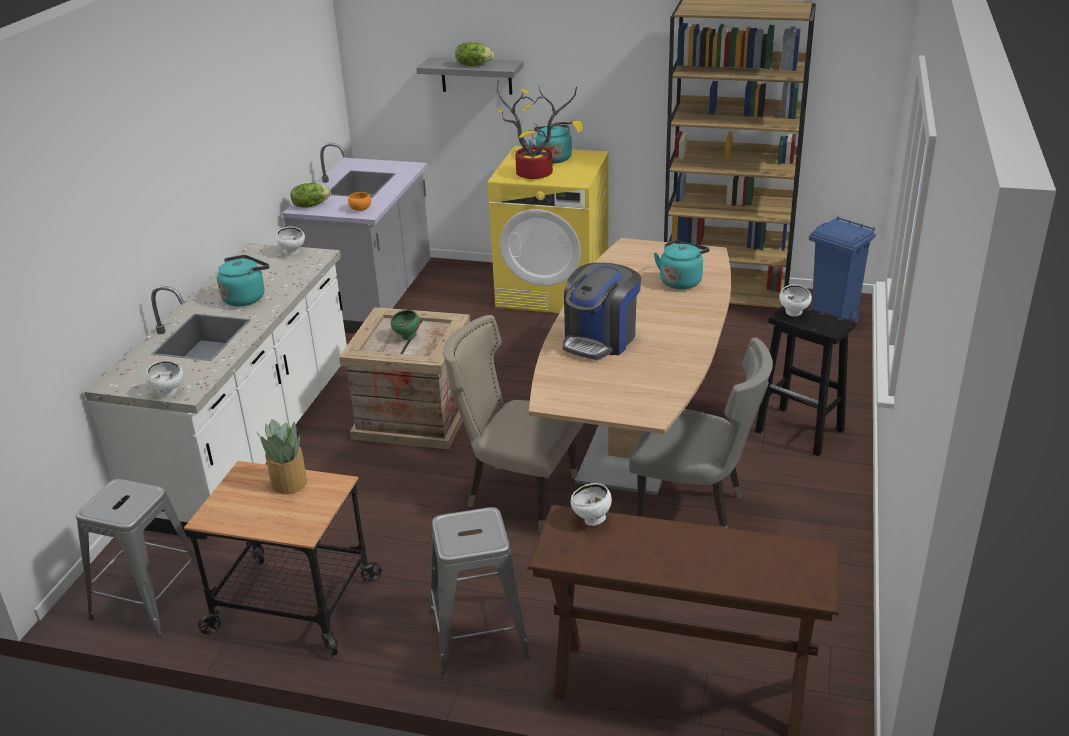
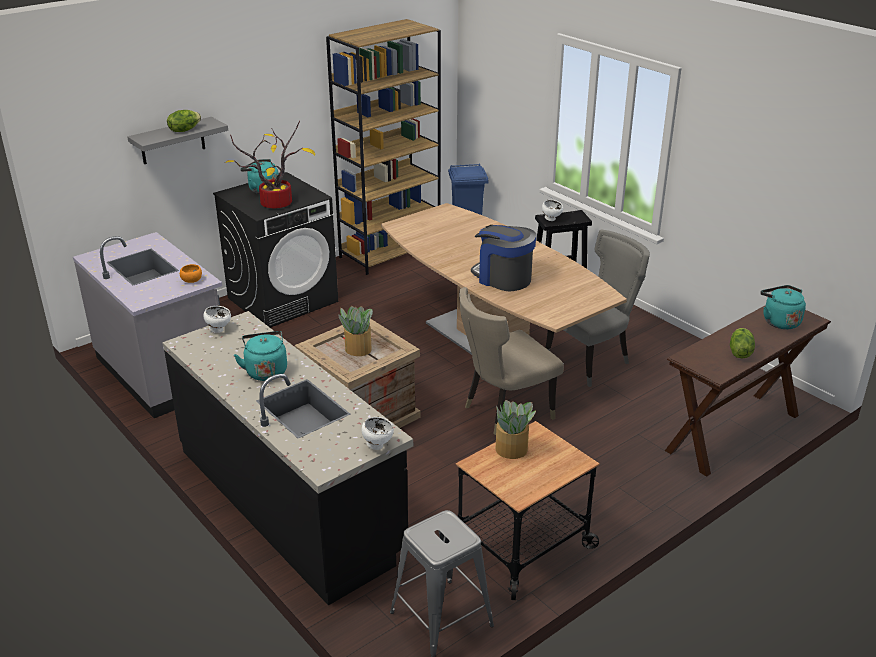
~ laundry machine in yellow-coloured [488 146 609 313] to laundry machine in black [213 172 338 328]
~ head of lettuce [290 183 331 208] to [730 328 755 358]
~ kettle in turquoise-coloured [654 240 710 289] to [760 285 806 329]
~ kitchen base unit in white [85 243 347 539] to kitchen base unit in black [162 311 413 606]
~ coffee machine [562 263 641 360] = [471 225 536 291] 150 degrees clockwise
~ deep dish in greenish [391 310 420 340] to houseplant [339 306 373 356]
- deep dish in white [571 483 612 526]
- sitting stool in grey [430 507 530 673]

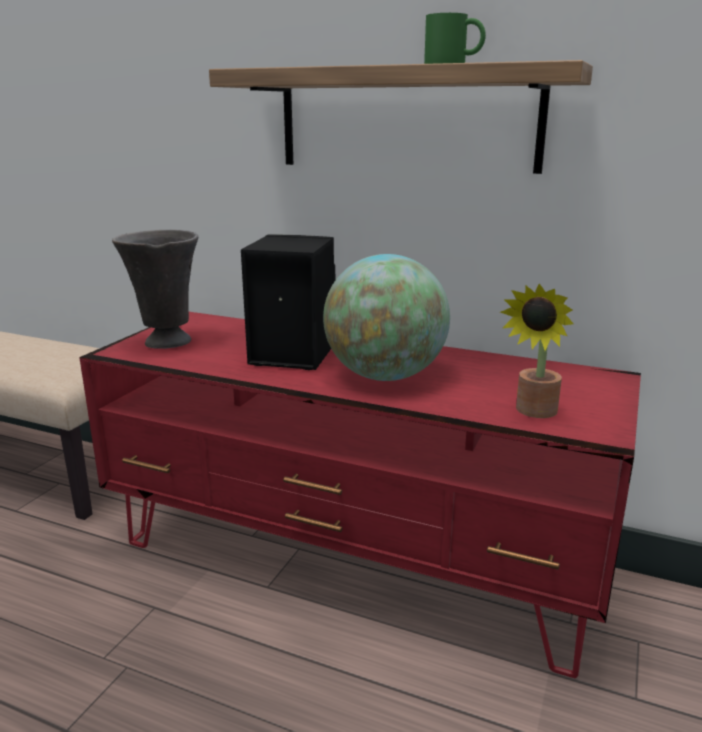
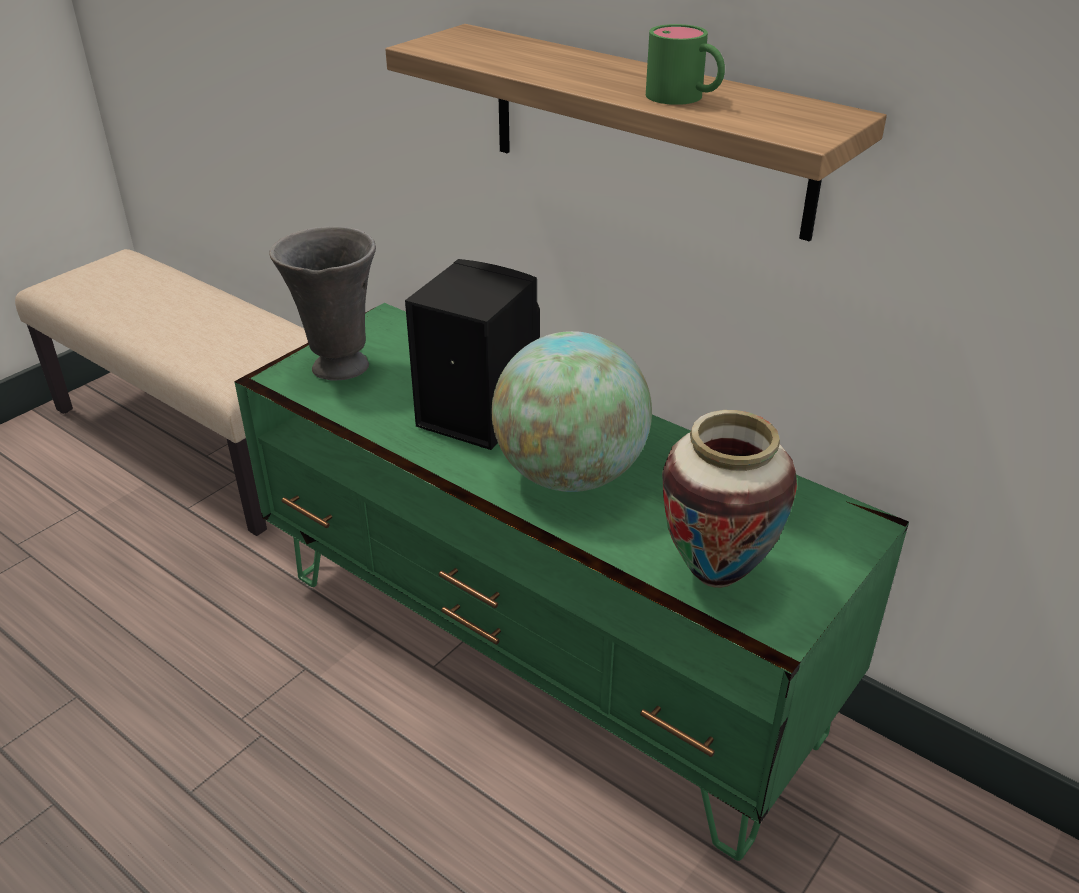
~ houseplant [500 284 573 418] to flower vase [662 410 797 588]
~ media console in reddish [79 312 641 678] to media console in greenish [234 303 909 861]

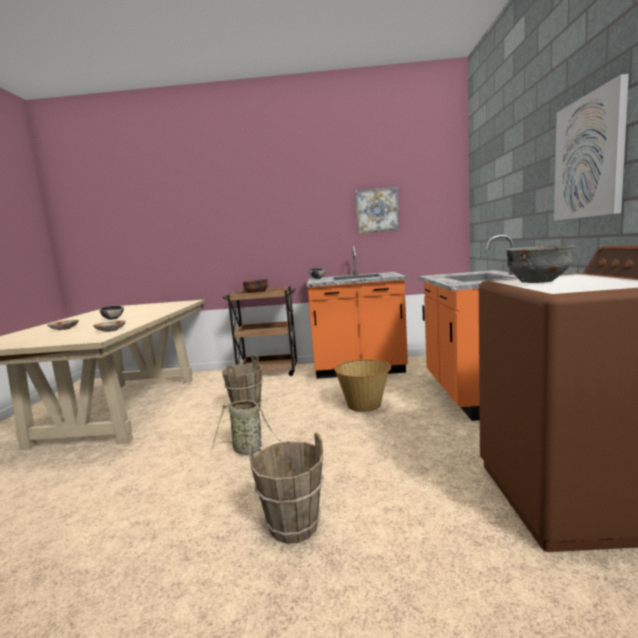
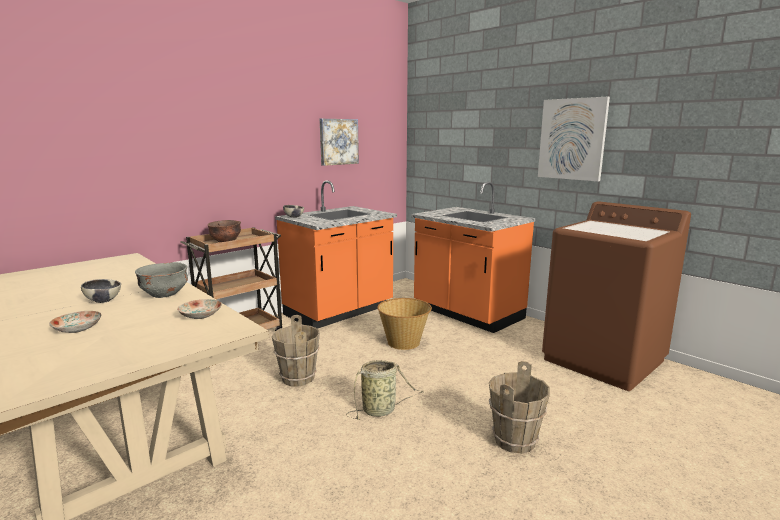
~ deep dish in grey [505 244 574 283] to [135 262 188 298]

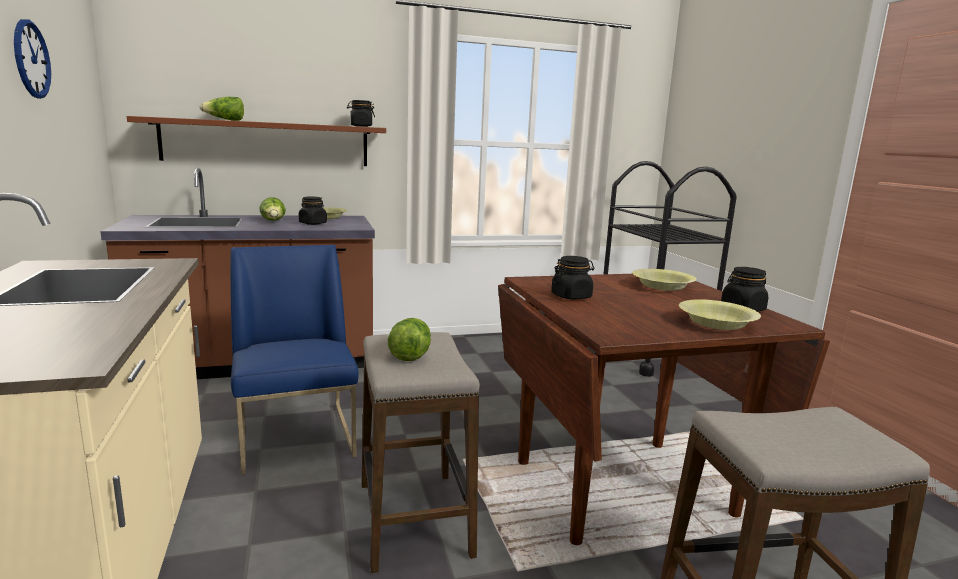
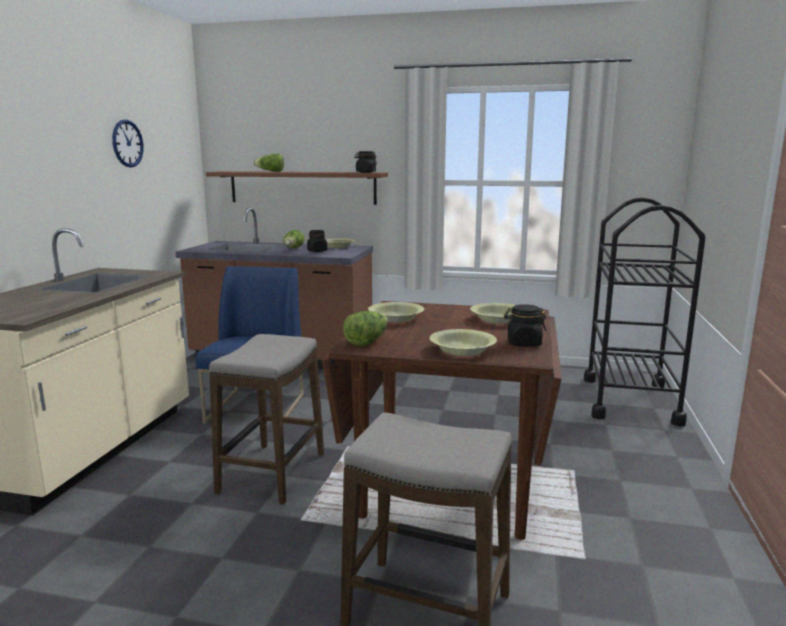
~ preserve jar in black [551 256 594 299] to deep dish in yellow-coloured [368 302 424 322]
~ head of lettuce [388 318 431 361] to [343 311 387 346]

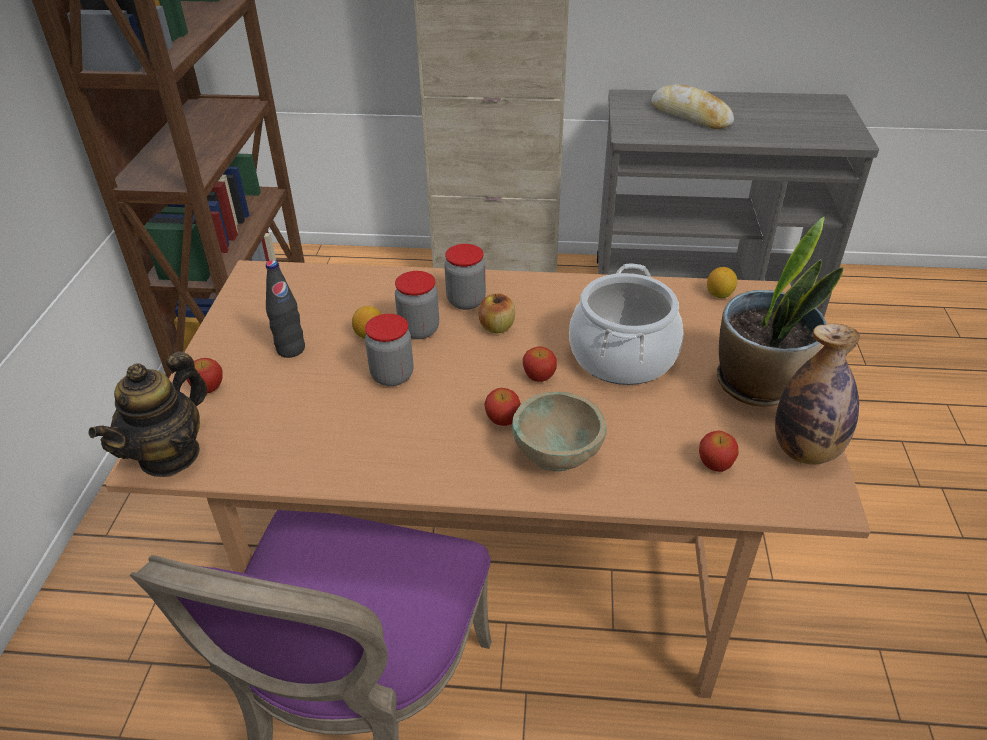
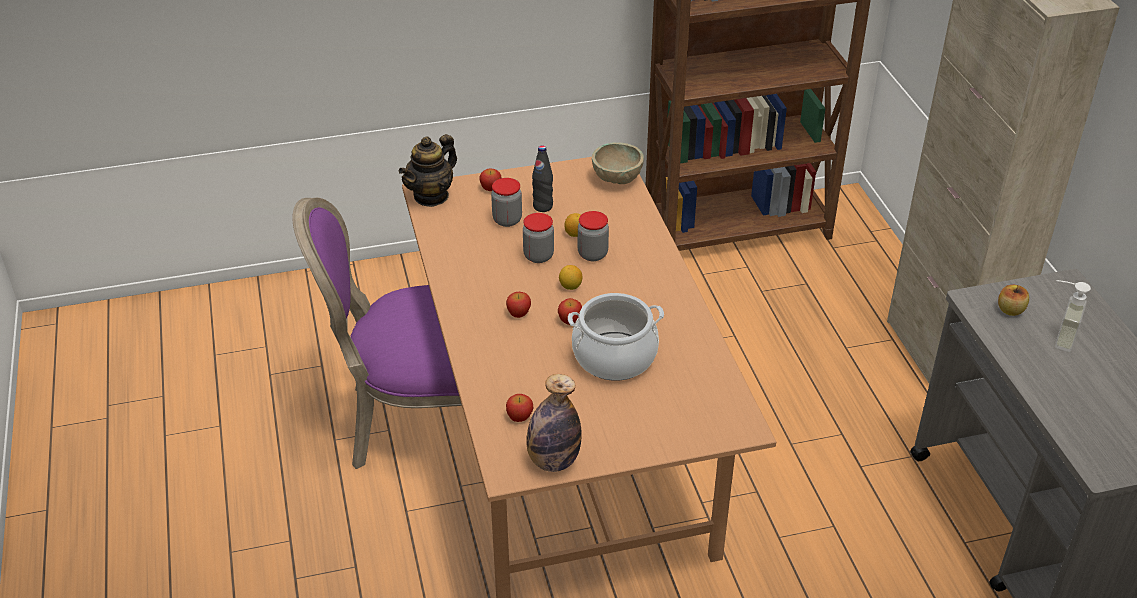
~ bread [652 84 734 129] to liquid soap bottle [1055 280 1091 352]
- houseplant [717 216 844 407]
~ preserve jar [444 244 486 310] to [491 178 522 227]
~ whole lemon [707 267 737 298] to [559 265 583 290]
~ apple [479 293 515 333] to [998 285 1029 316]
~ pot for tea [88 351 207 477] = [399 134 457 207] 60 degrees counterclockwise
~ deep dish in beige [512 392 607 471] to [592 142 644 184]

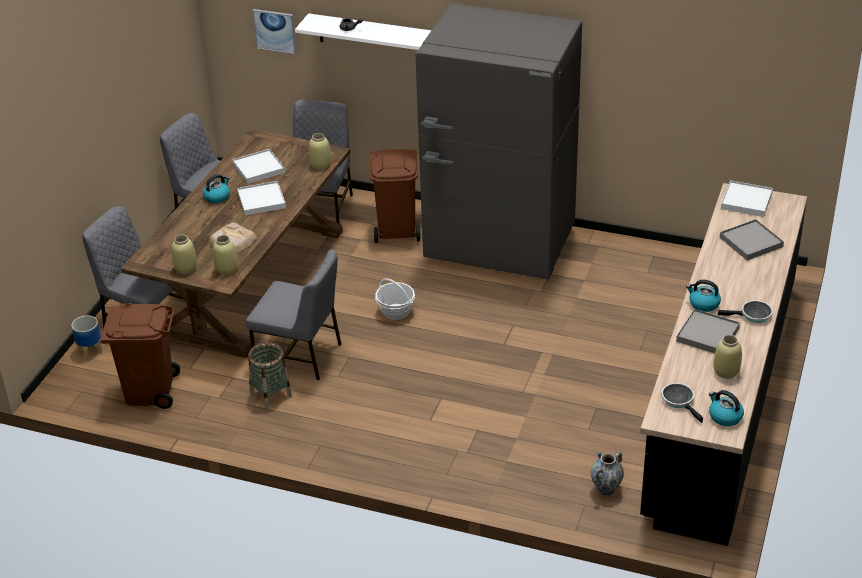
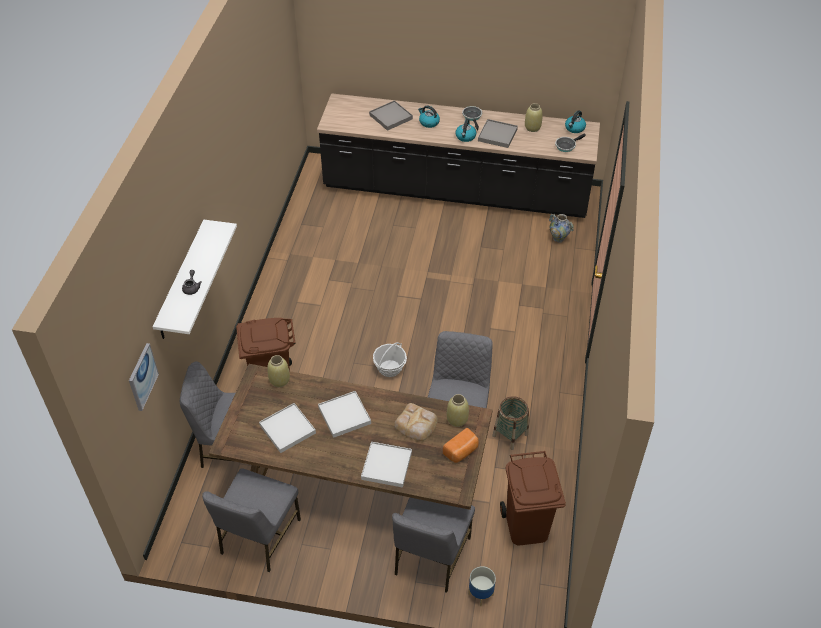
- fridge in grey [416 4 582 280]
~ kettle [203 174 230 203] to [418 105 440 128]
~ serving tray in white [721 180 773 217] to [361 442 412 488]
~ flower vase in beige [171 235 197 274] to bread [443 428 479 463]

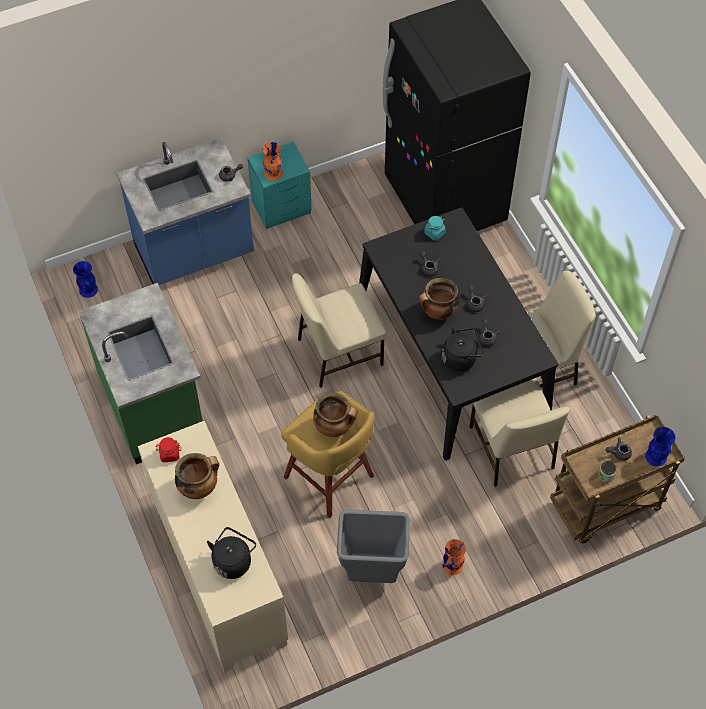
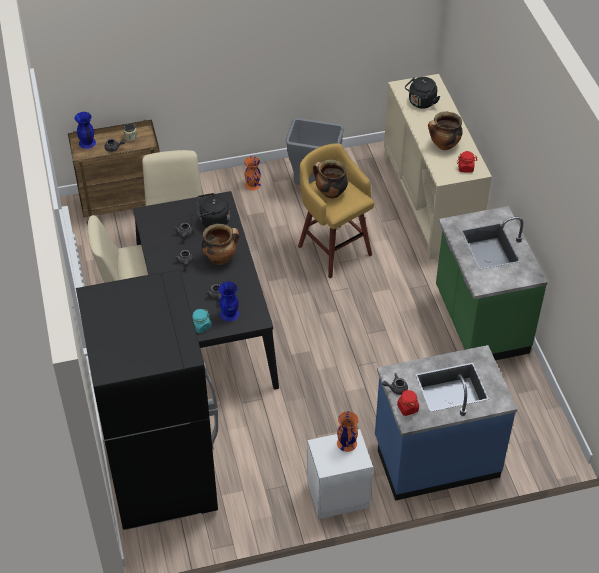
~ nightstand in turquoise-coloured [247 142 312 229] to nightstand in white [307 429 373 519]
~ flower vase in blue-coloured [73 261 98 298] to [218 282 239 321]
- upright chair in beige [292 273 386 388]
+ preserve jar in reddish [397 389 419 416]

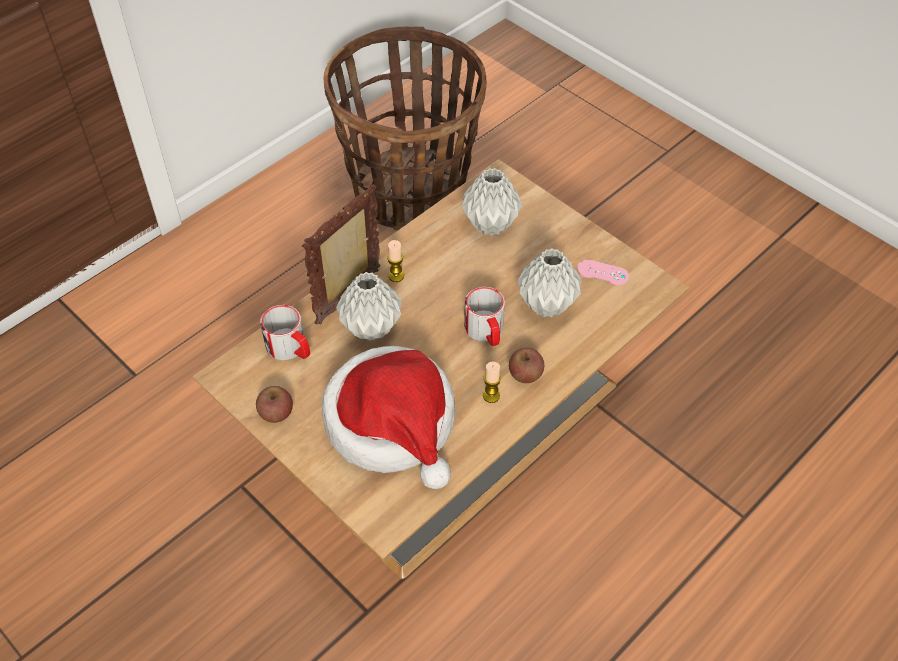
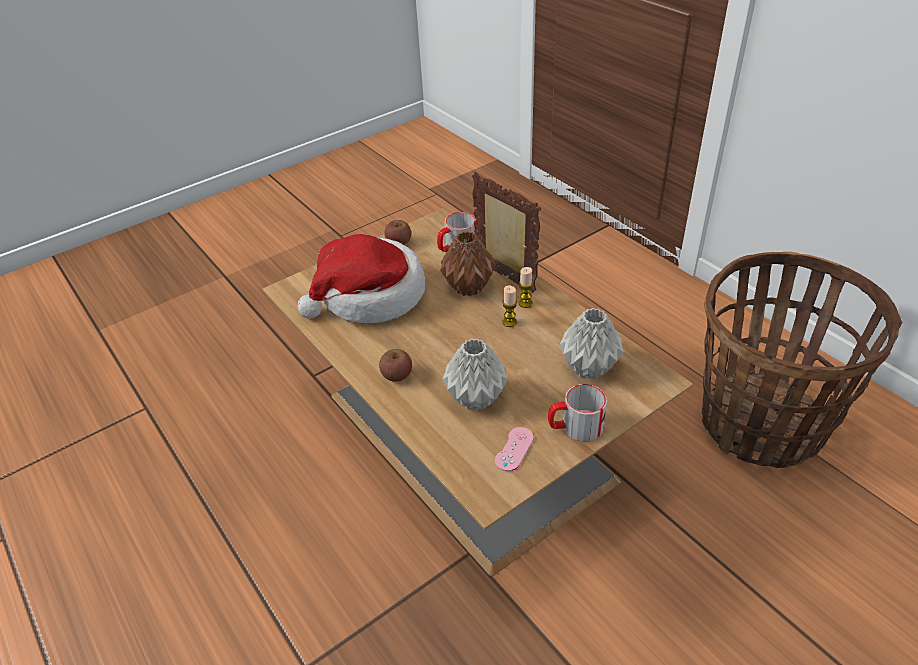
~ flower vase in grey [336 272 402 342] to flower vase in brownish [440 231 496 296]
~ tea mug [464 287 505 346] to [548 384 607 441]
~ candle [483 361 501 403] to [502 286 517 327]

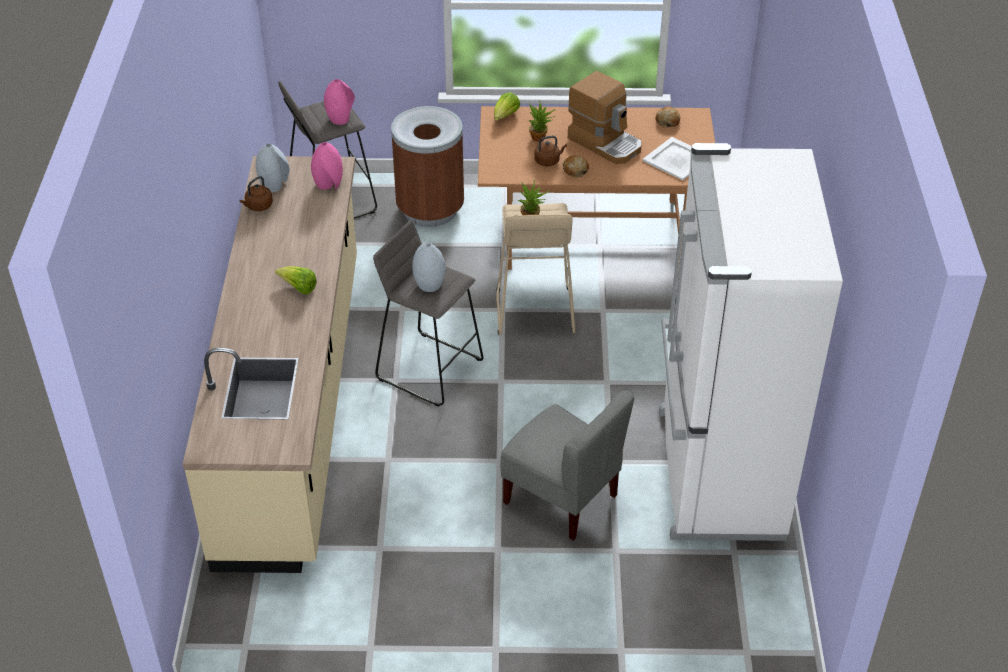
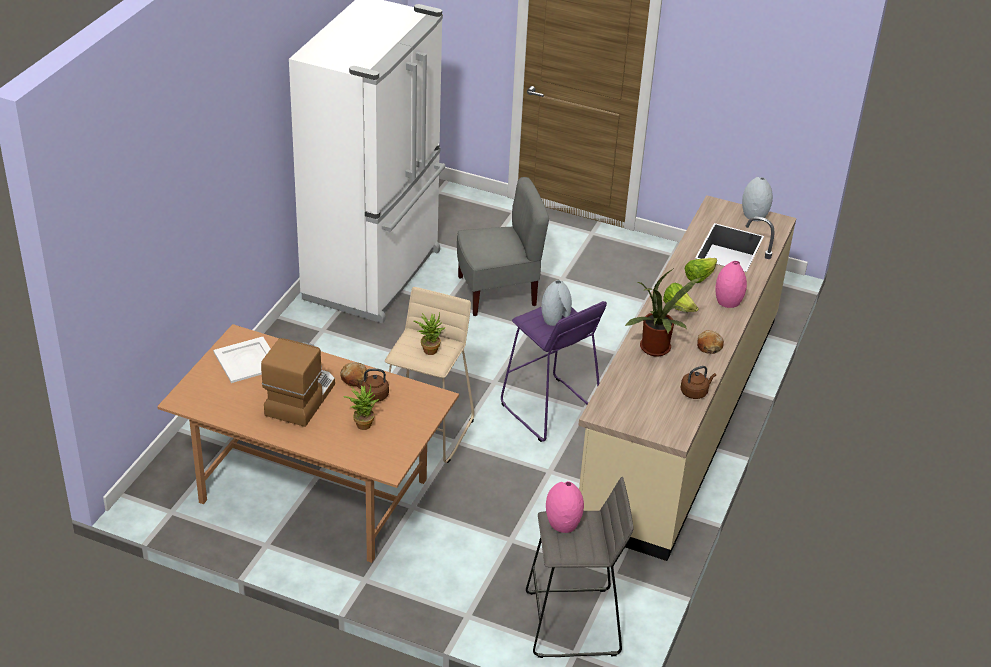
~ coffee machine [568 71 642 164] = [261 338 335 427] 45 degrees clockwise
~ head of lettuce [494 92 520 121] to [685 258 717 283]
- trash can in brownish [391 106 464 227]
~ bread [656 106 680 128] to [697 330 724 354]
~ flower vase in pink-coloured [311 142 343 190] to [715 261 747 308]
~ flower vase in grey [256 143 290 192] to [742 177 773 221]
~ sitting stool in grey [373 220 484 407] to sitting stool in purple-coloured [501 301 607 442]
~ upright chair in grey [500 390 634 540] = [457 177 549 316] 105 degrees clockwise
+ houseplant [624 268 702 356]

